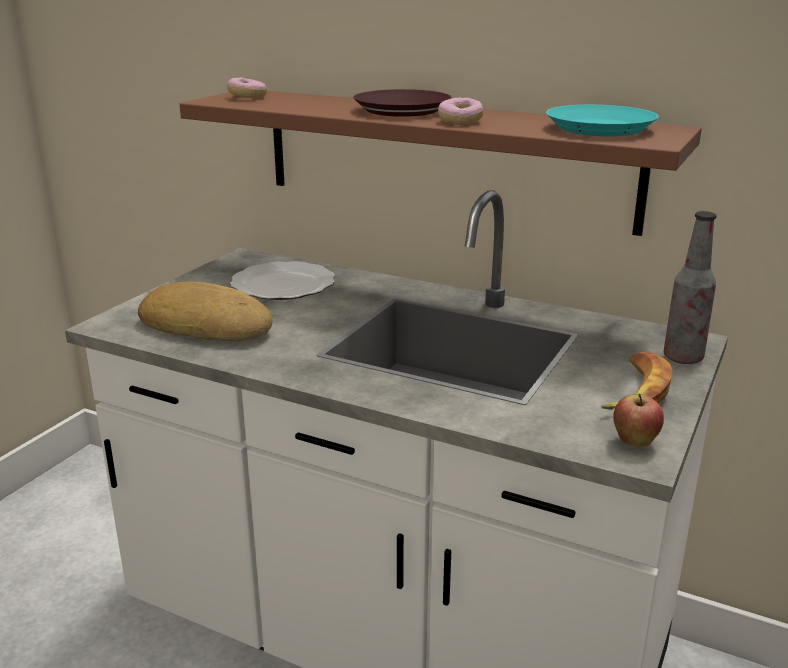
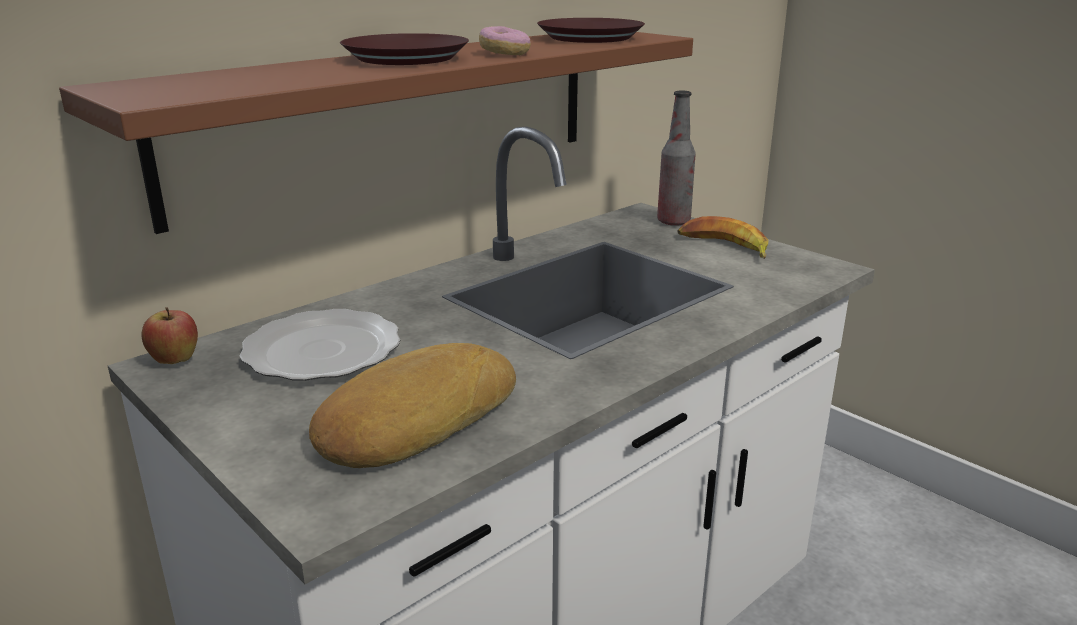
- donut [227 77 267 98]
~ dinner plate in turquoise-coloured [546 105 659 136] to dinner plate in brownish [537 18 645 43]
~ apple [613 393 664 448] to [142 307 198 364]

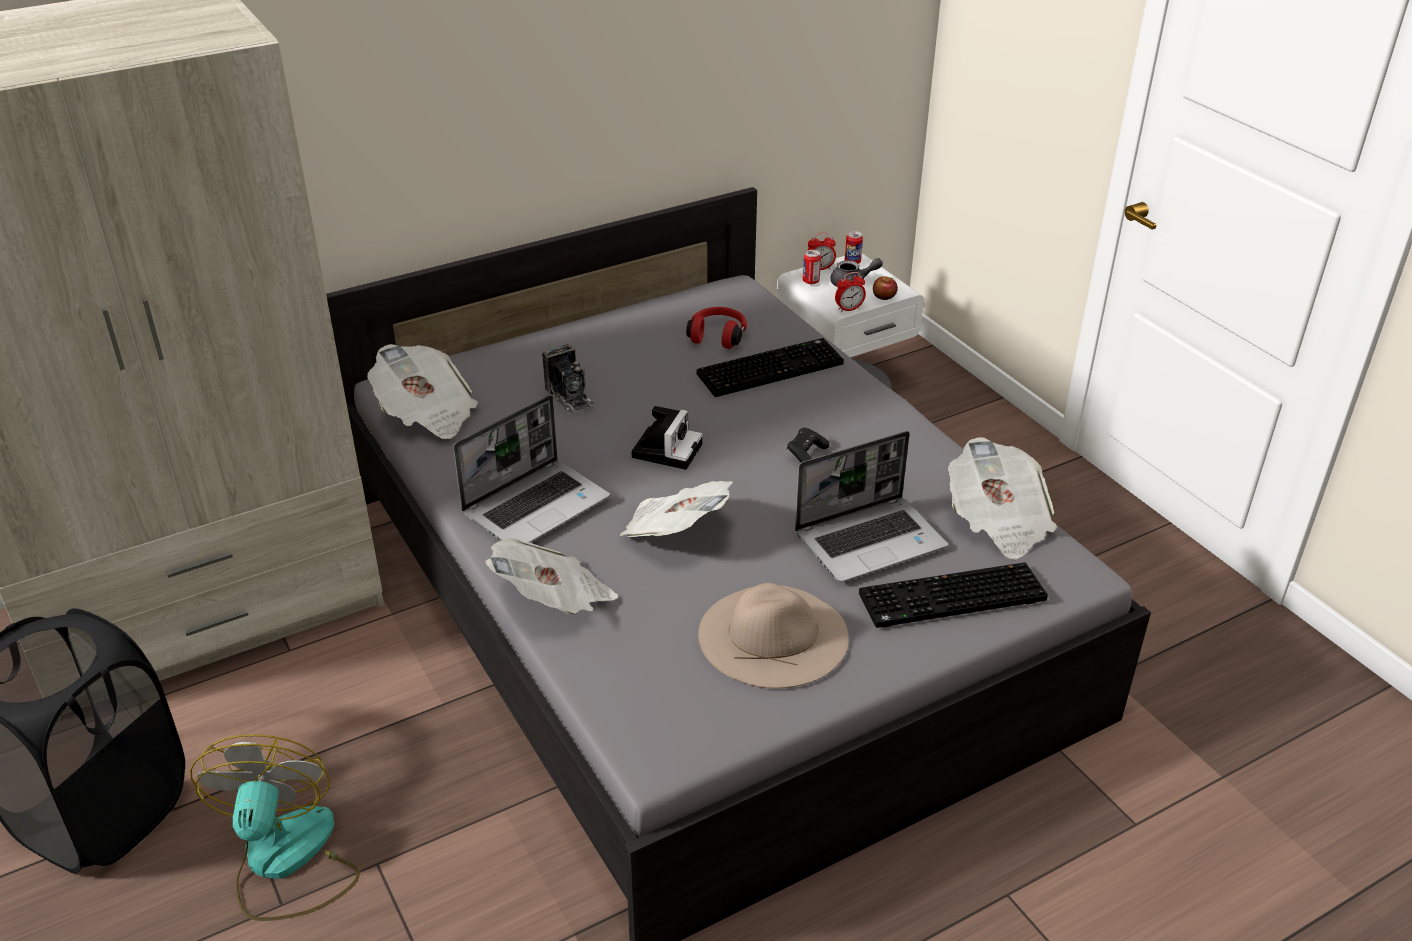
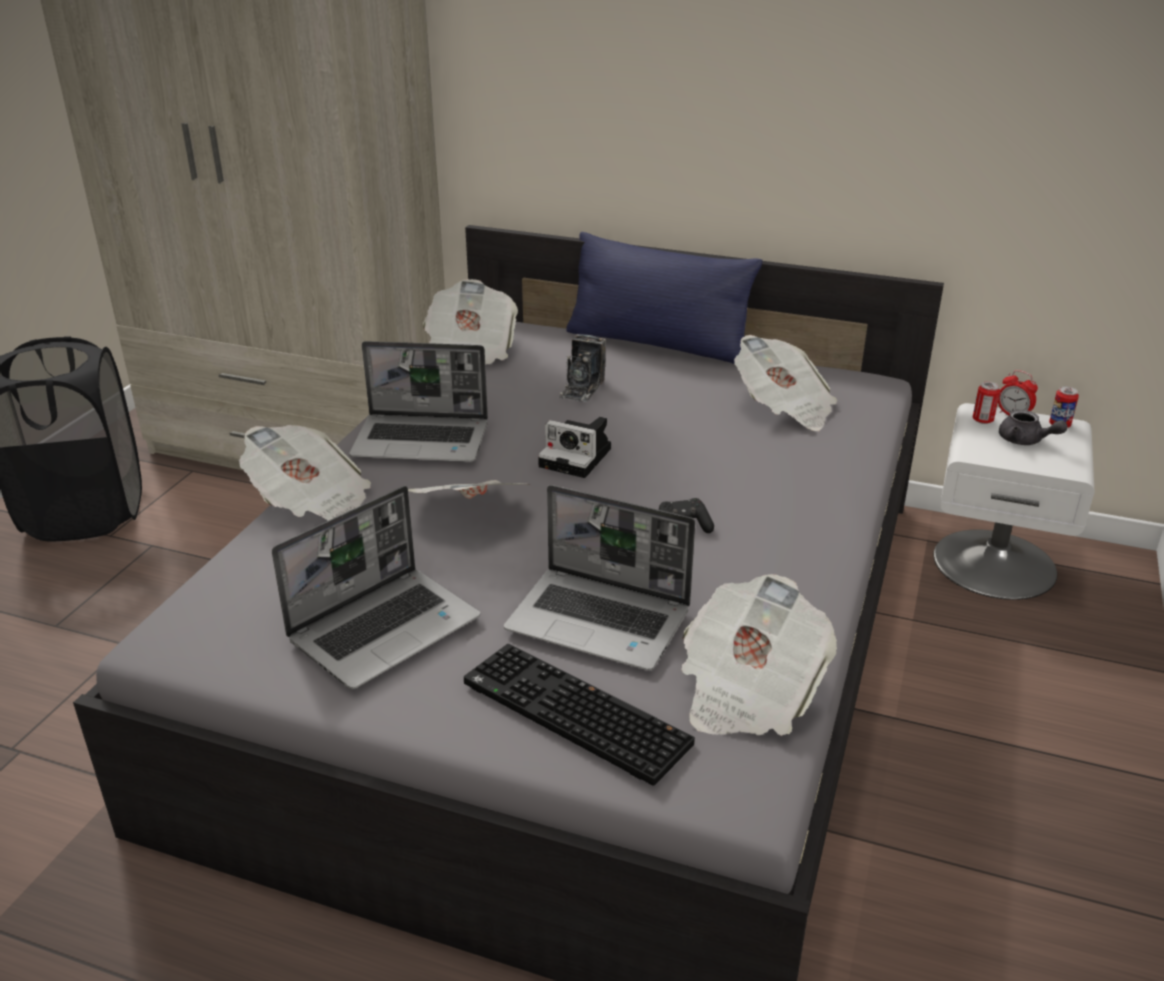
- table clock [835 272 866 312]
- apple [873 276 898 300]
~ headset in reddish [686 307 747 349] to daily paper [734 335 837 431]
- computer keyboard [697 338 844 397]
~ photo camera [632 406 703 470] = [538 417 611 478] 45 degrees clockwise
~ wearable hat in beige [698 583 849 688] to notebook computer [272 486 480 689]
- electric fan [190 734 360 921]
+ pillow in blue-coloured [566 232 762 364]

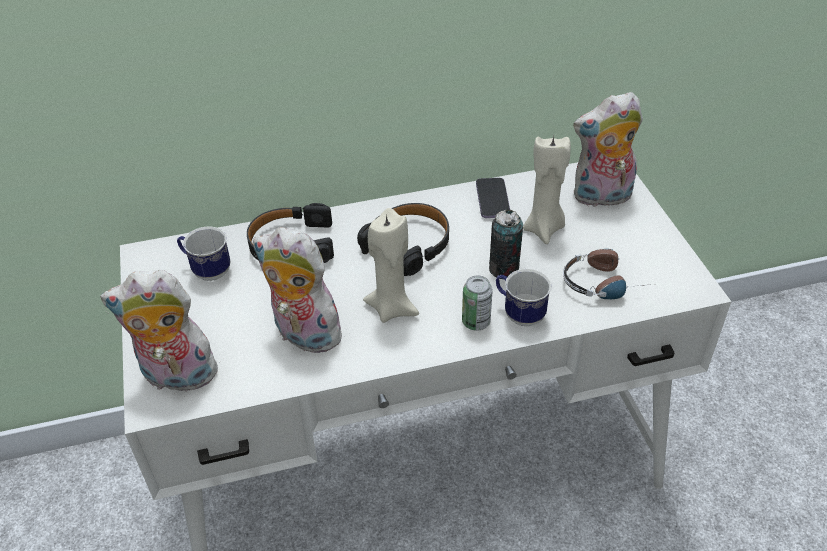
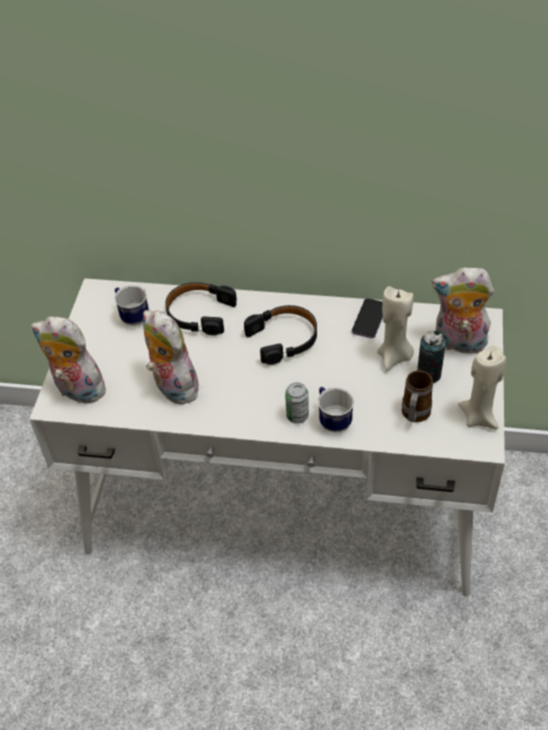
~ candle in beige [363 208 419 323] to [458 345 506 430]
~ can [489 210 523 279] to [417 331 446 383]
~ headset [563 249 644 299] to tea mug [402 370 433 422]

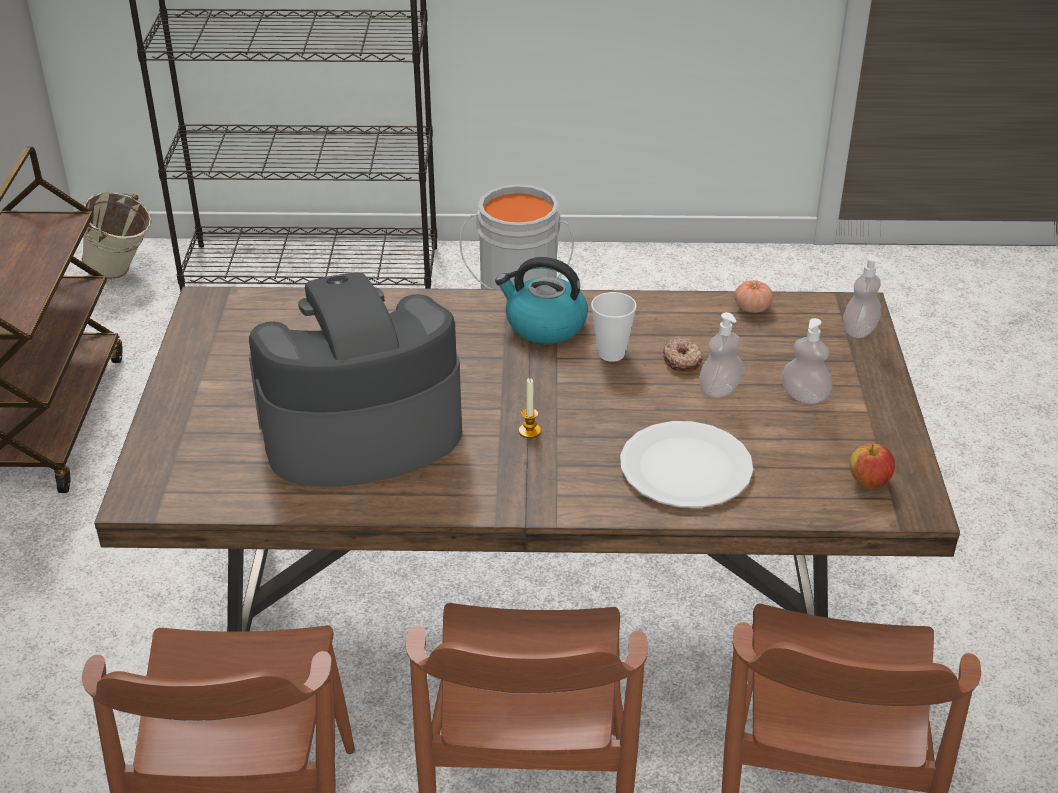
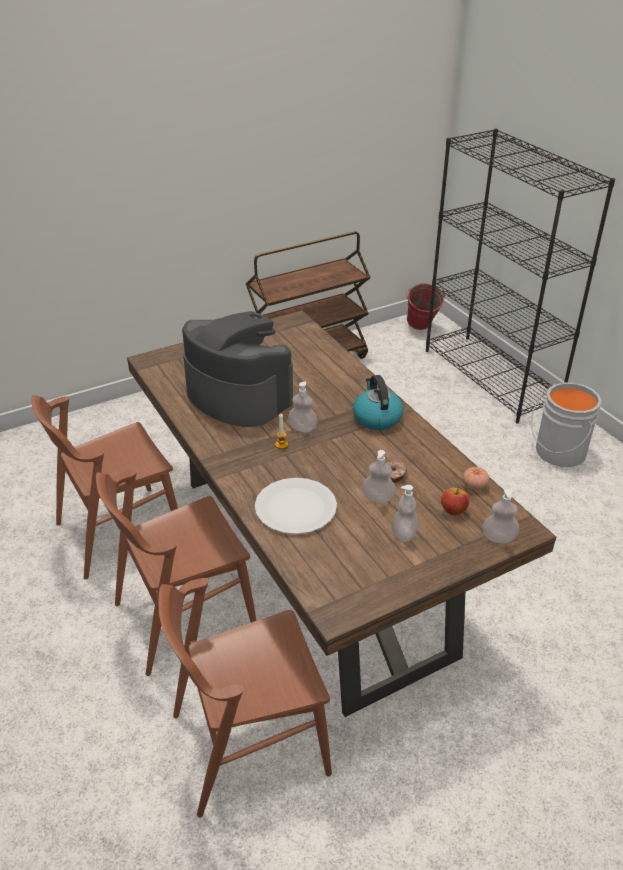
~ water bucket in beige [78 192 152 279] to water bucket in reddish [406 283 445 330]
- drinking cup [591 292 637 362]
~ apple [850 444 895 489] to [441 488 470 516]
+ liquid soap bottle [288 382 318 432]

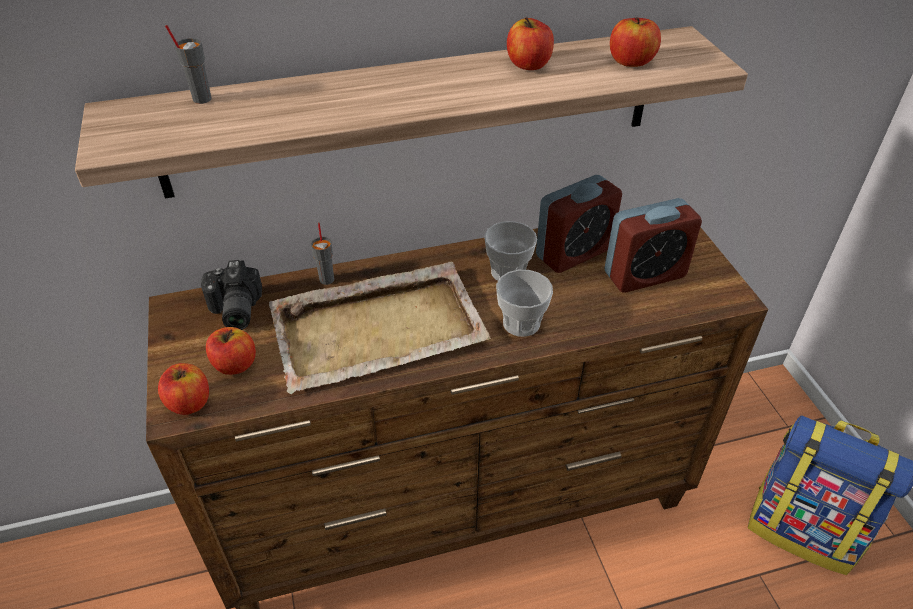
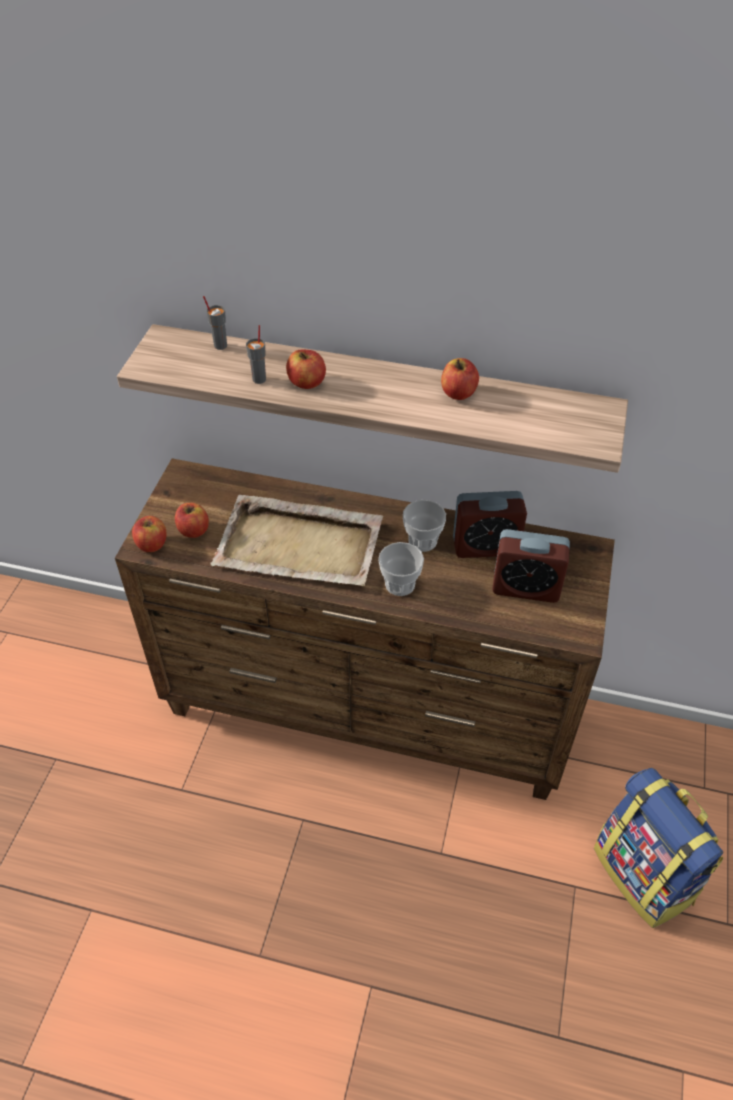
~ apple [610 17 661 67] to [286 349 326 389]
~ drinking cup in grey [311 223 334 285] to [246 325 266 384]
- photo camera [201 260 262 330]

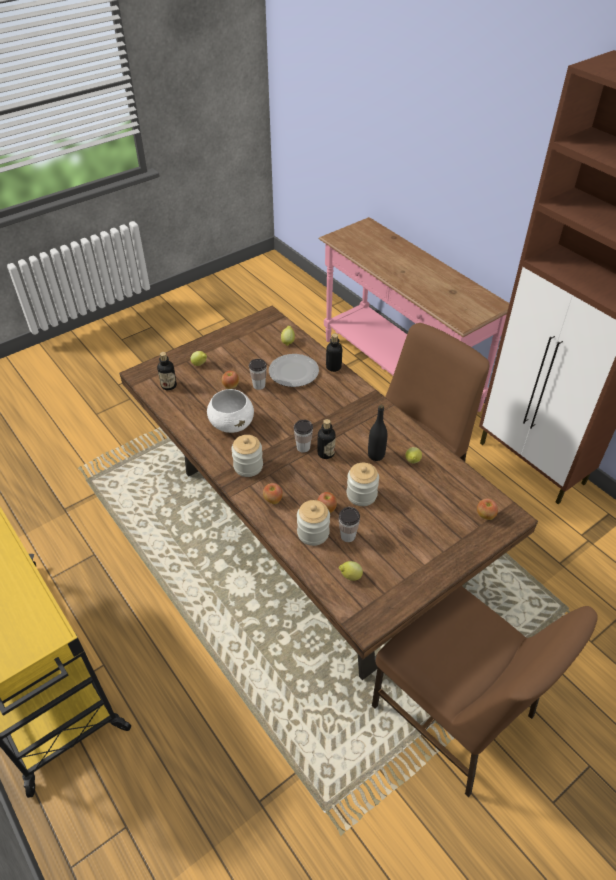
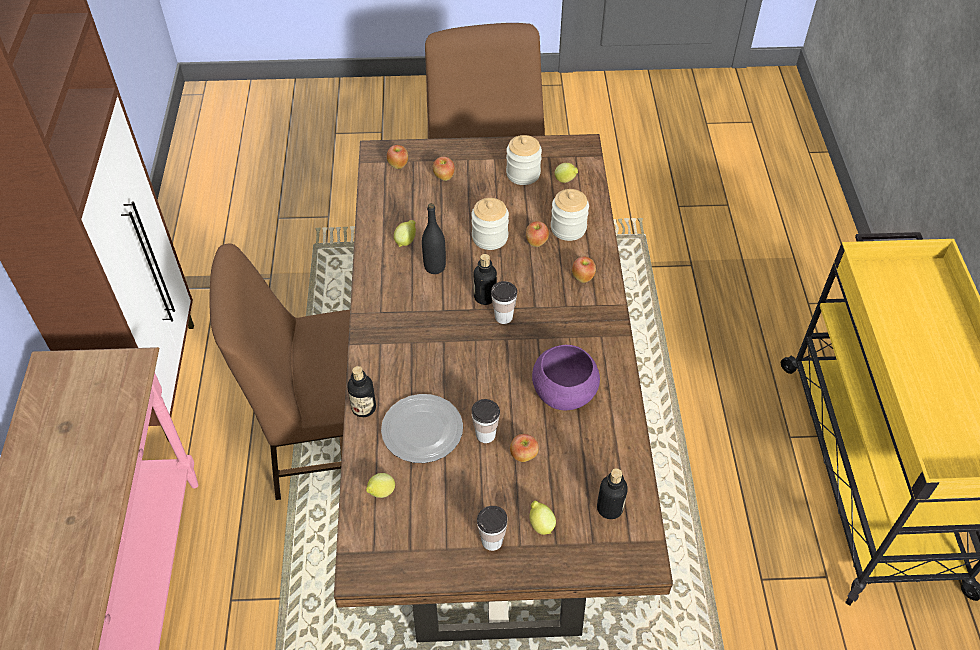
~ deep dish in white [207 389 254 433] to deep dish in purple-coloured [532 345 600 410]
~ preserve jar [231 435 263 477] to [506 135 542 185]
~ drinking cup [339 507 360 542] to [477 506 507 551]
+ apple [433 157 455 181]

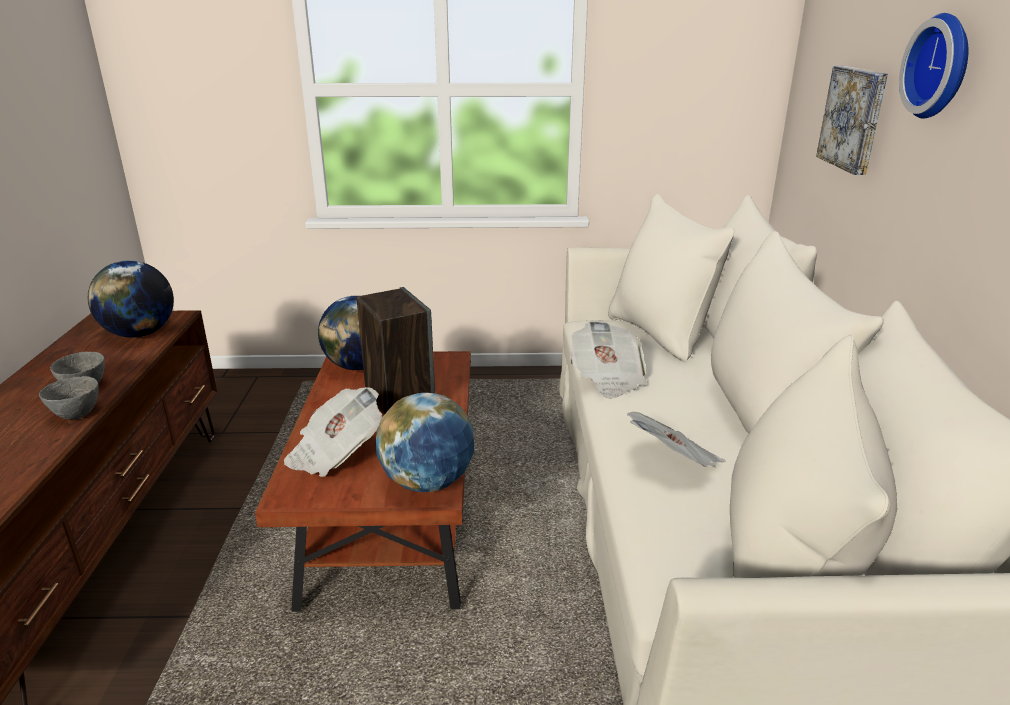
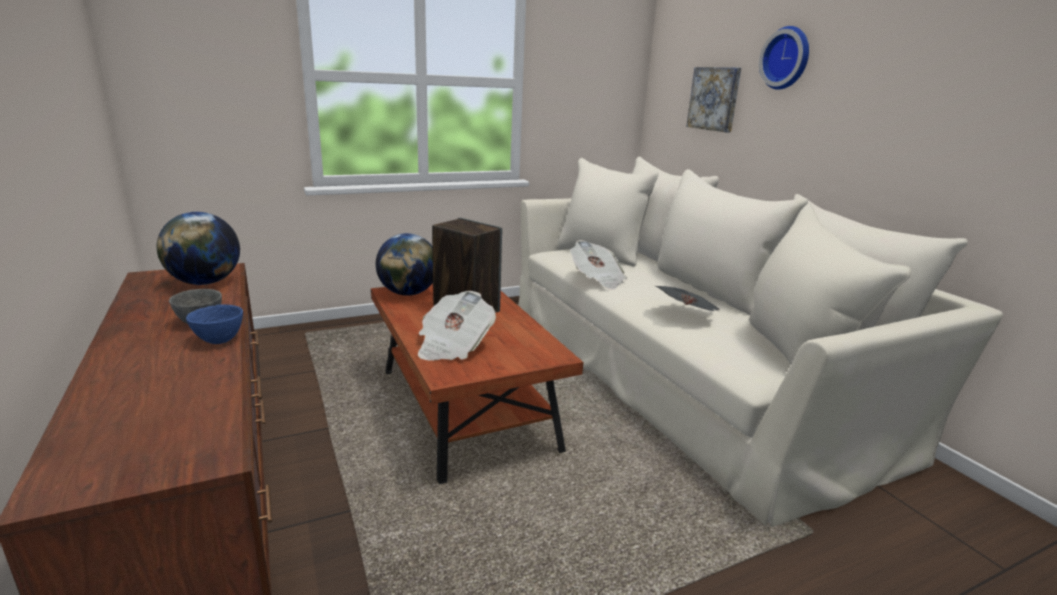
~ deep dish in grey [39 376 99 420] to deep dish in blue-coloured [186 304 243 344]
- globe [375 393 474 492]

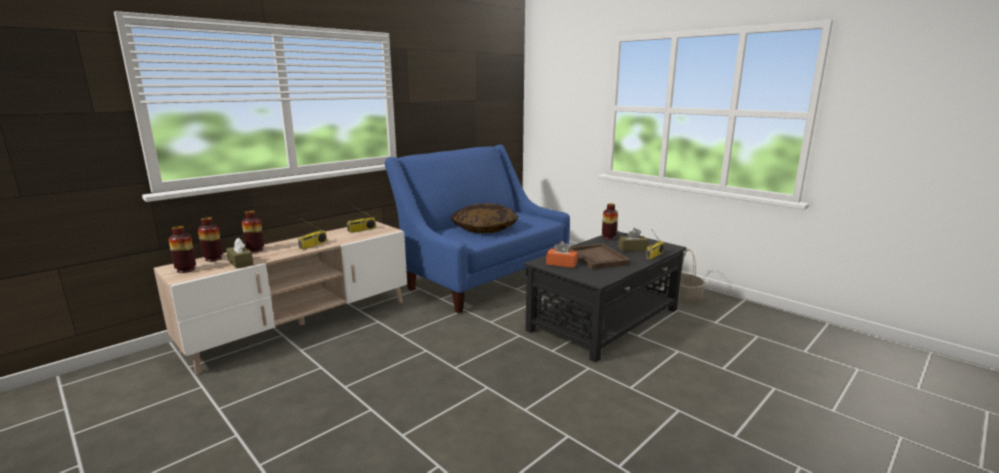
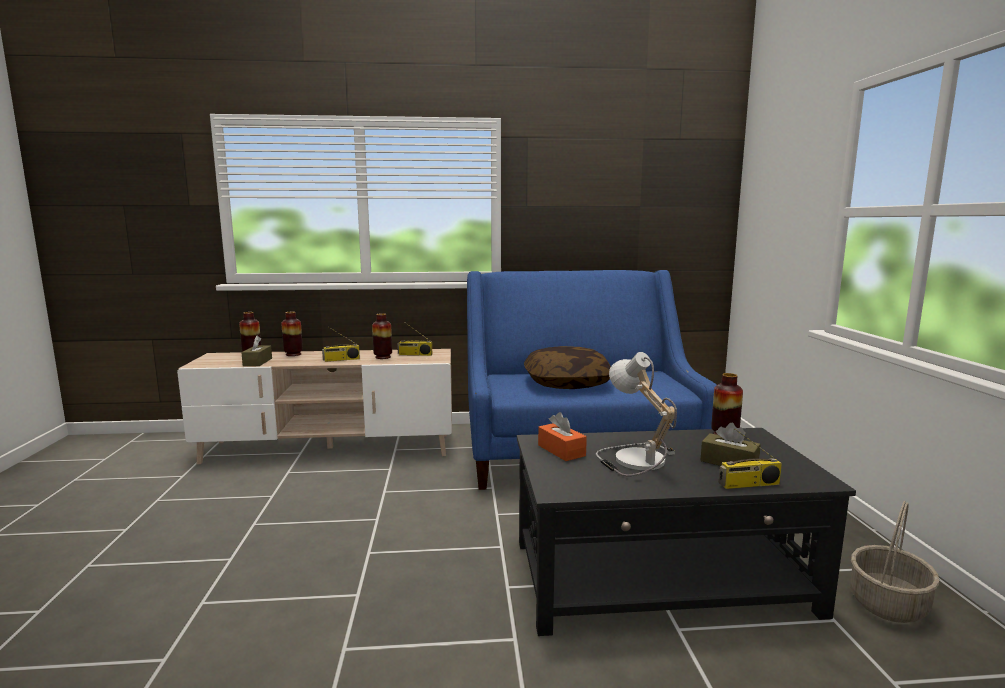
~ flower vase [169 226 196 273] to [372 313 392 359]
~ serving tray in brownish [569 244 631 270] to table lamp [596 352 677 477]

